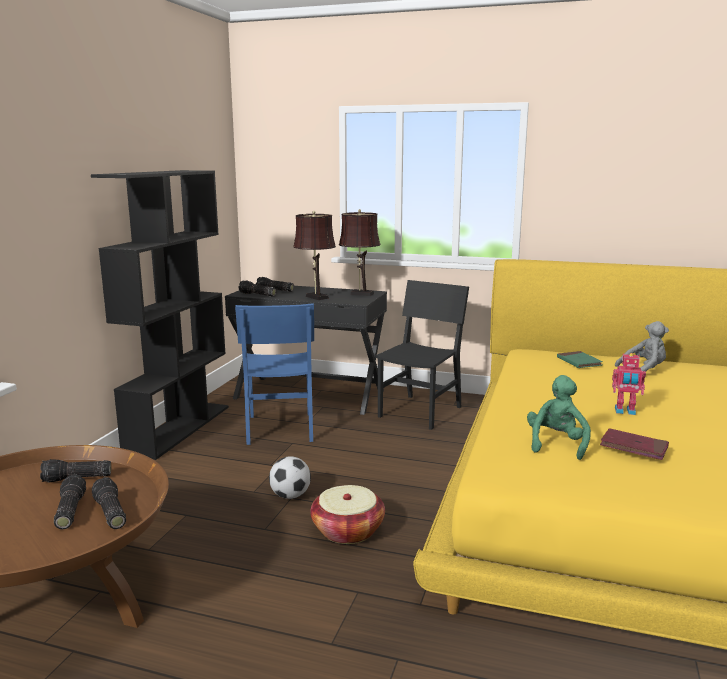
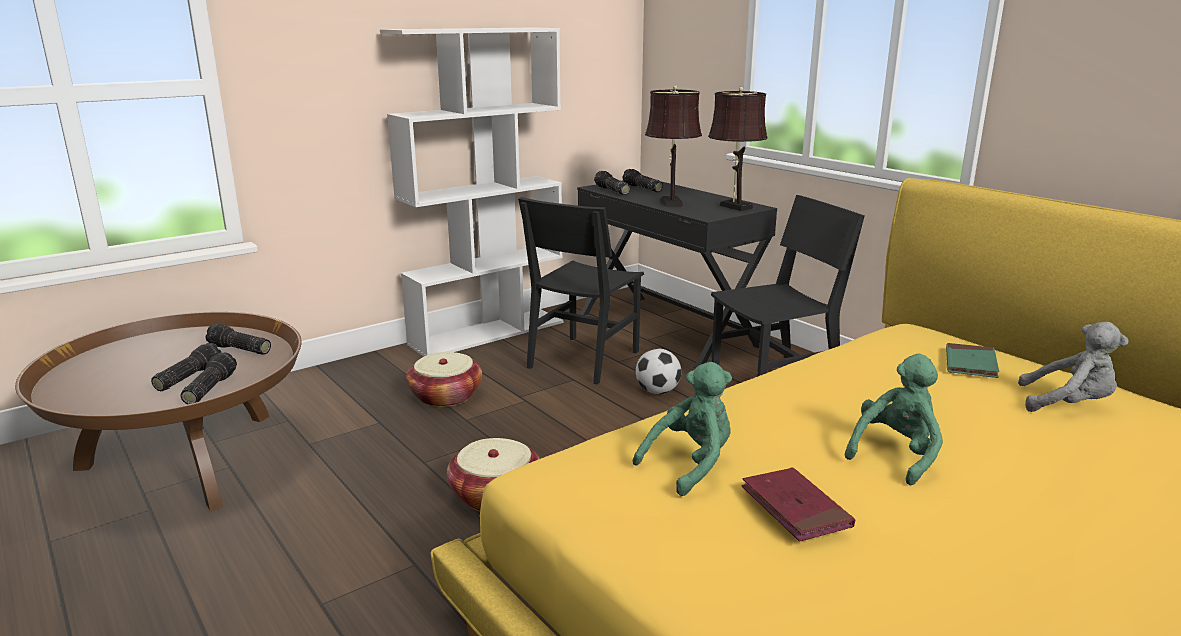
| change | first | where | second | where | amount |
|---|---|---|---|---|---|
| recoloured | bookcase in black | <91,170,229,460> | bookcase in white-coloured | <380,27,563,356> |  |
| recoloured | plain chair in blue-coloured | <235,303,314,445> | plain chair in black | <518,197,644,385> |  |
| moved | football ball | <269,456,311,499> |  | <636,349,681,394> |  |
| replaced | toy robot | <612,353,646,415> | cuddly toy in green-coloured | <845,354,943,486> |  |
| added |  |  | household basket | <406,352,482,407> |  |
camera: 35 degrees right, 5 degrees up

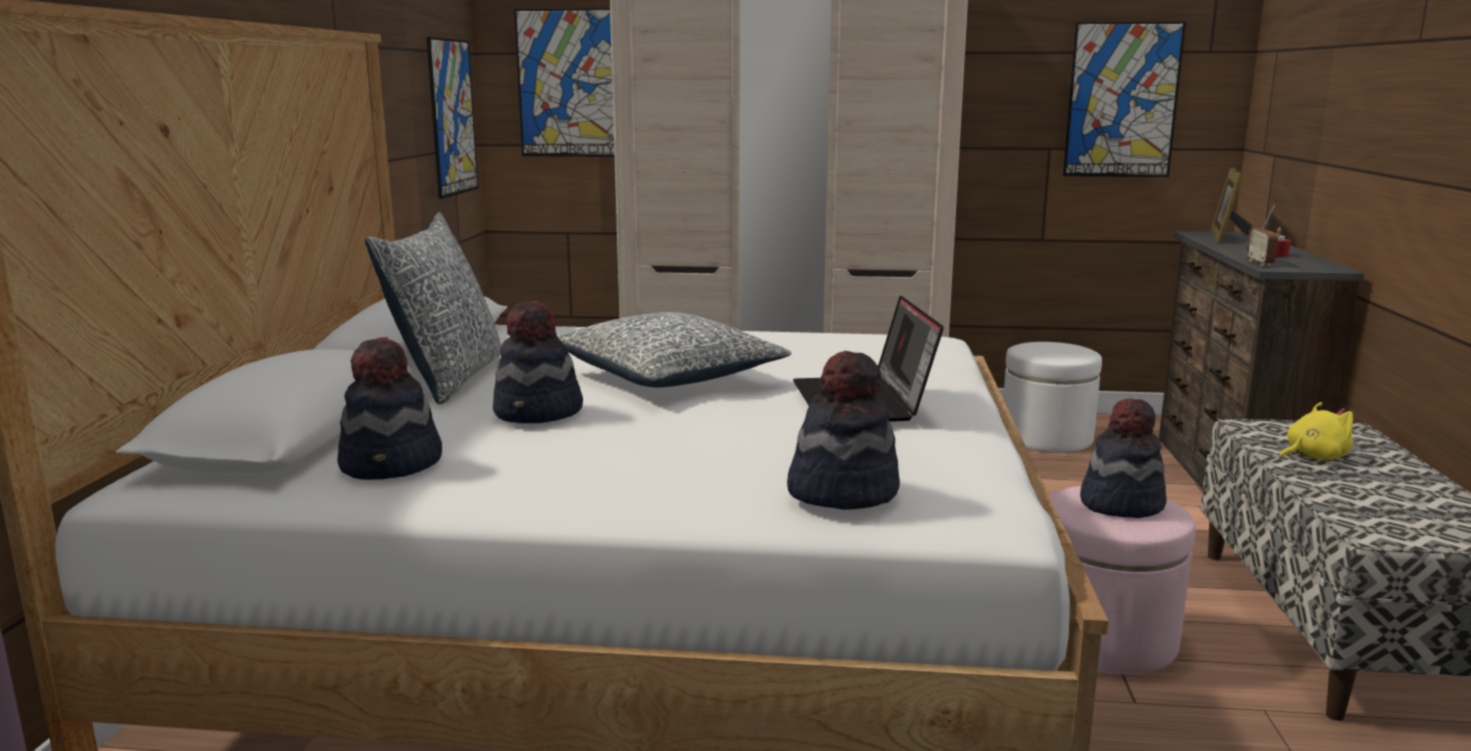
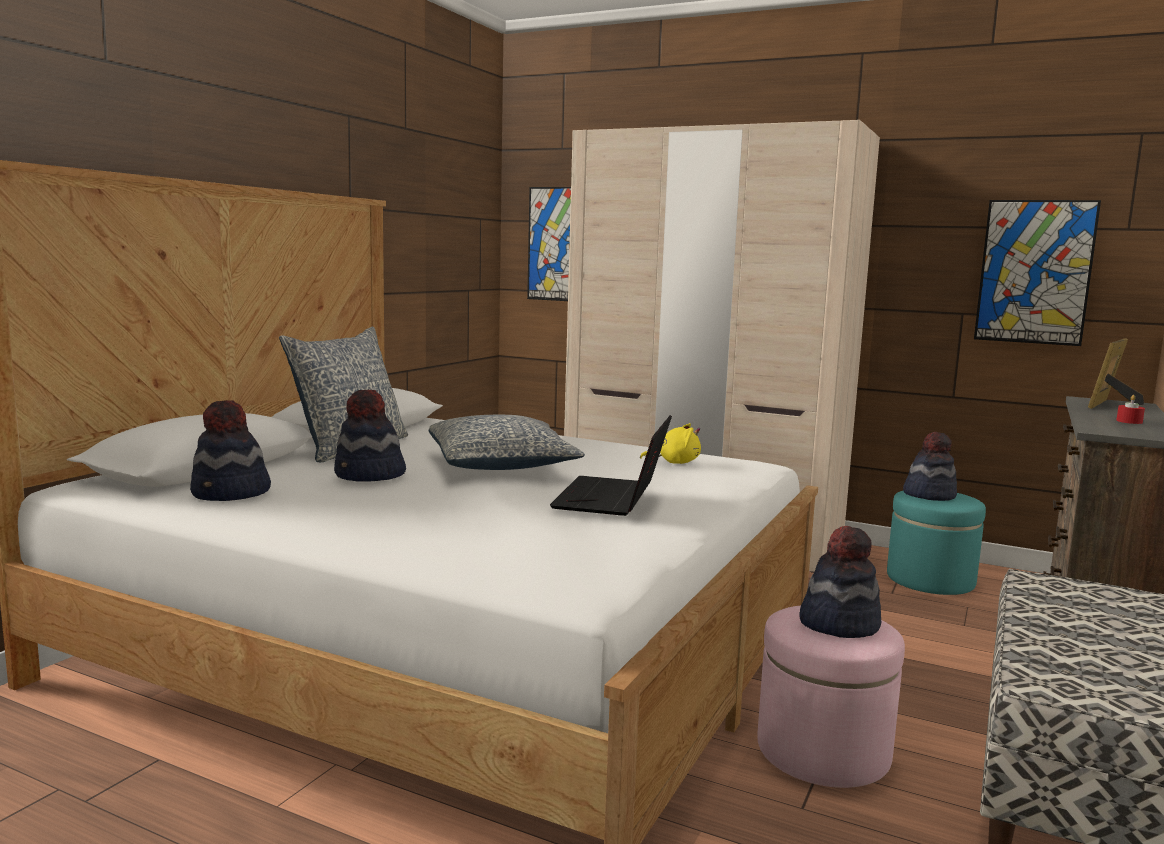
| change | first | where | second | where | amount |
|---|---|---|---|---|---|
| removed | wall art | <426,37,478,199> |  |  |  |
| moved | wearable hat | <787,351,900,510> |  | <903,432,957,501> |  |
| recoloured | pouffe in white-coloured | <1003,342,1102,453> | pouffe in turquoise | <887,491,986,595> |  |
| removed | radio receiver | <1246,206,1278,266> |  |  |  |
| moved | cuddly toy in yellow | <1279,402,1353,460> |  | <640,423,701,464> |  |
camera: 20 degrees right, 5 degrees down

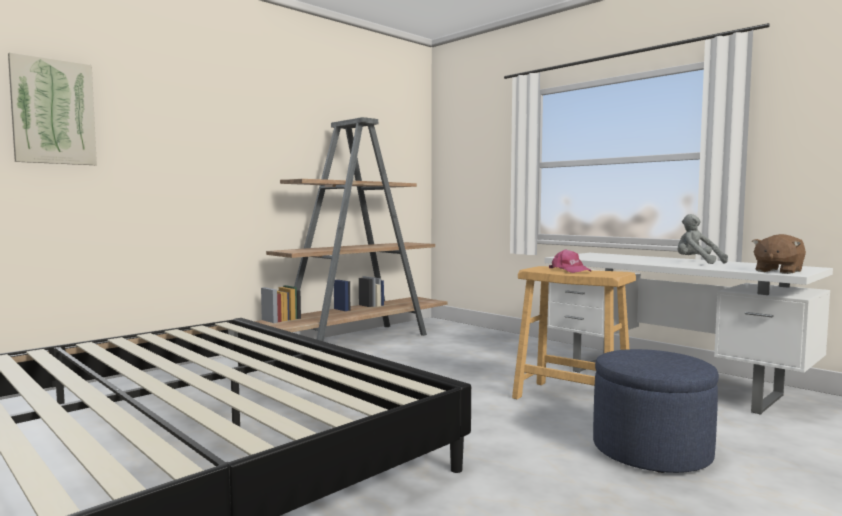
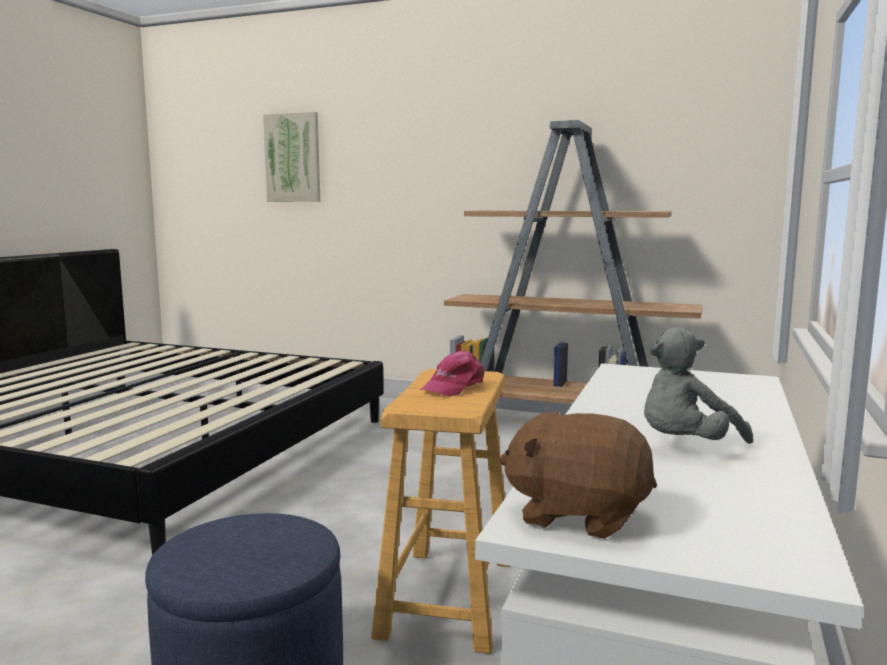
| change | first | where | second | where | amount |
|---|---|---|---|---|---|
| turned | cuddly toy in gray | <678,214,728,264> |  | <644,327,753,444> | 150 degrees counterclockwise |
camera: 65 degrees right, 5 degrees up

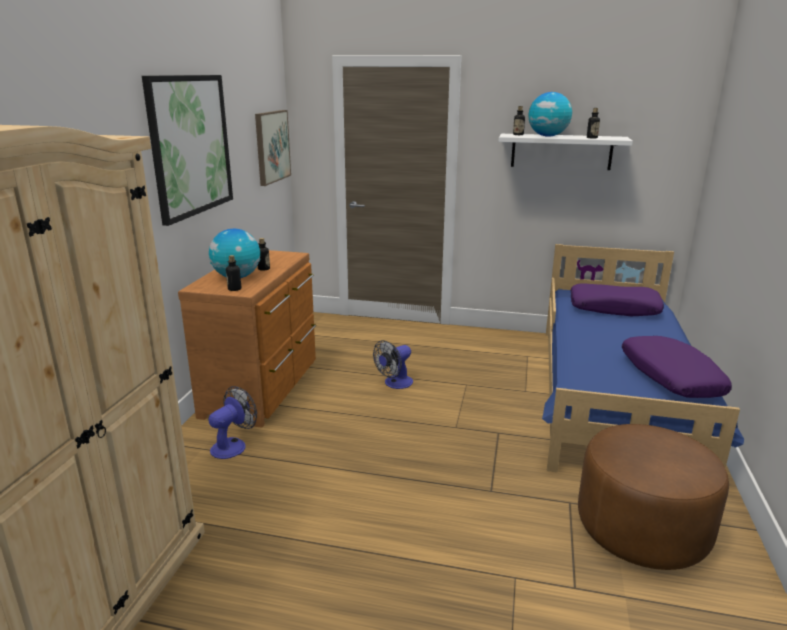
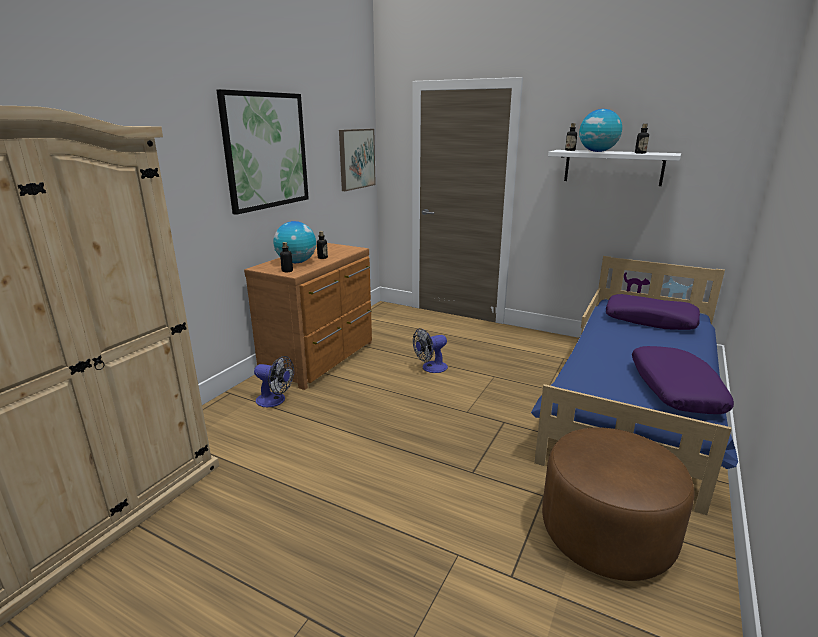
| change | first | where | second | where | amount |
|---|---|---|---|---|---|
| turned | electric fan | <208,386,257,459> |  | <254,356,294,407> | 60 degrees clockwise |
camera: 15 degrees right, 0 degrees up

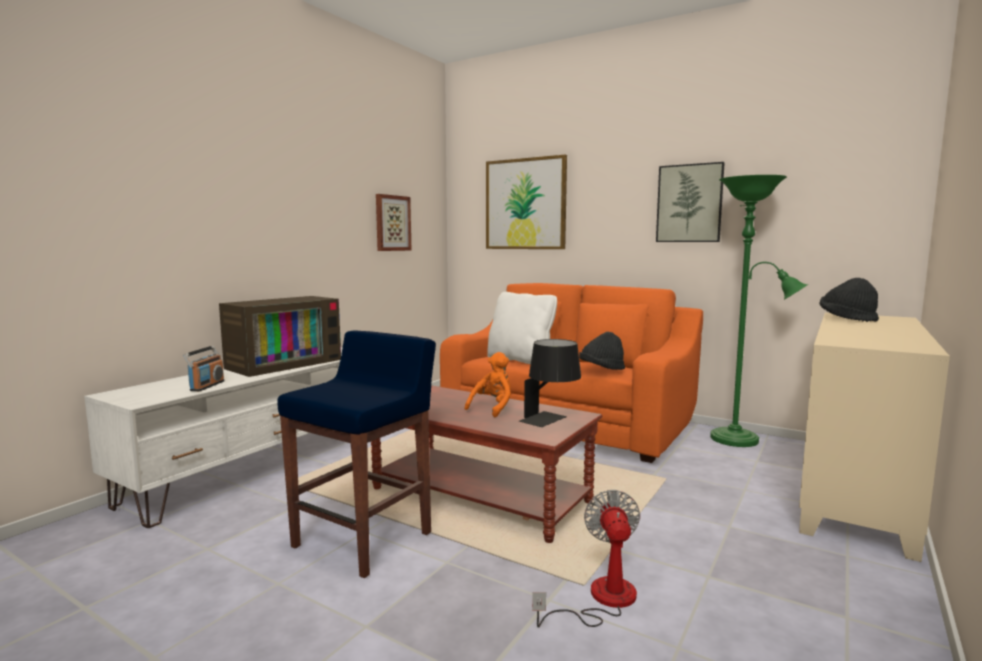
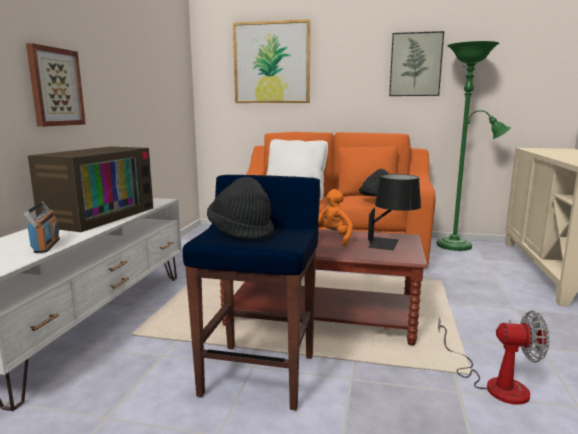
| change | first | where | second | where | amount |
|---|---|---|---|---|---|
| moved | wall art | <376,194,411,251> |  | <26,43,86,127> |  |
| turned | electric fan | <532,490,640,628> |  | <438,311,549,405> | 120 degrees clockwise |
| moved | wearable hat in black | <819,278,879,322> |  | <207,177,274,240> |  |
camera: 20 degrees left, 5 degrees up

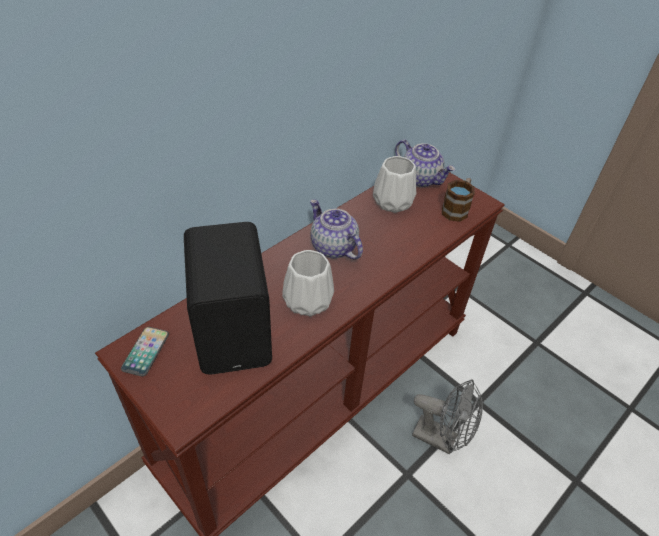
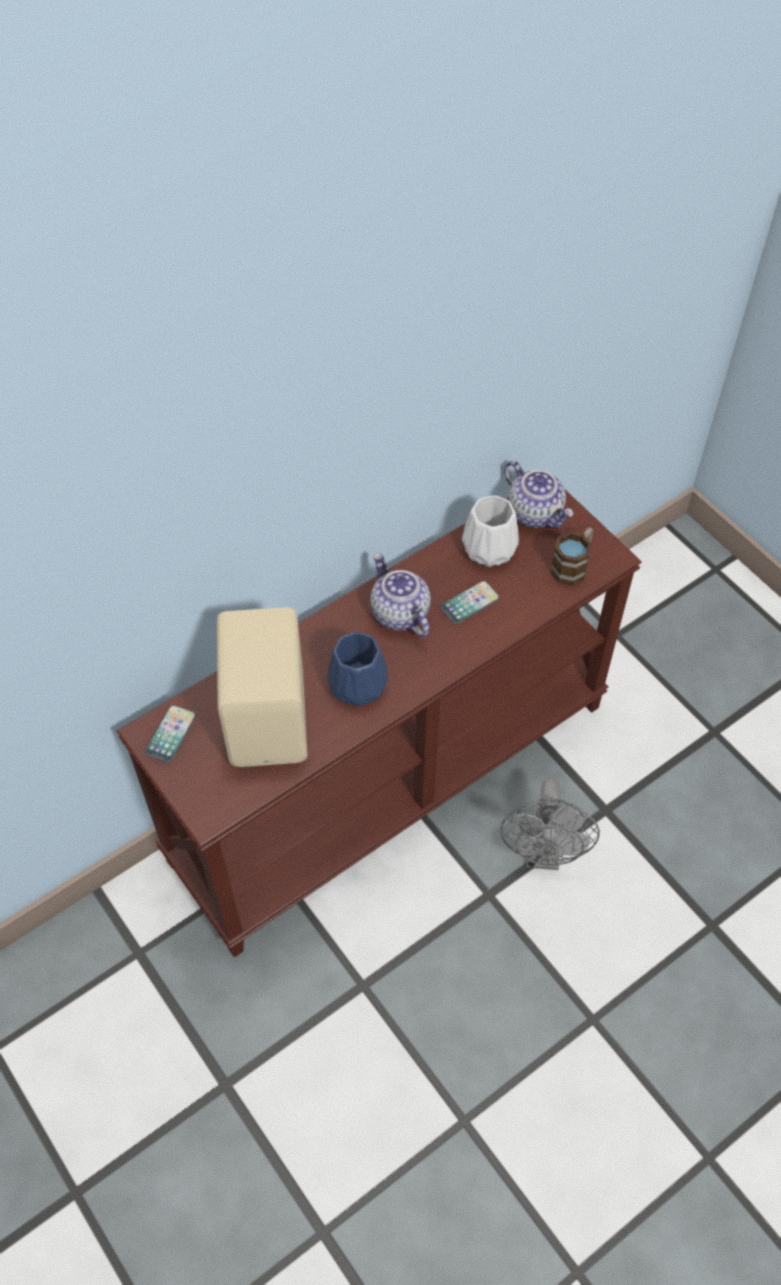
| change | first | where | second | where | amount |
|---|---|---|---|---|---|
| recoloured | audio speaker in black | <184,222,272,374> | audio speaker in beige-coloured | <217,607,307,767> |  |
| recoloured | vase in white-coloured | <282,250,334,316> | vase in blue-coloured | <327,632,389,706> |  |
| turned | electric fan in gray | <412,379,483,455> |  | <500,778,600,870> | 60 degrees clockwise |
| added |  |  | handset | <440,581,500,624> |  |
camera: 10 degrees right, 10 degrees up

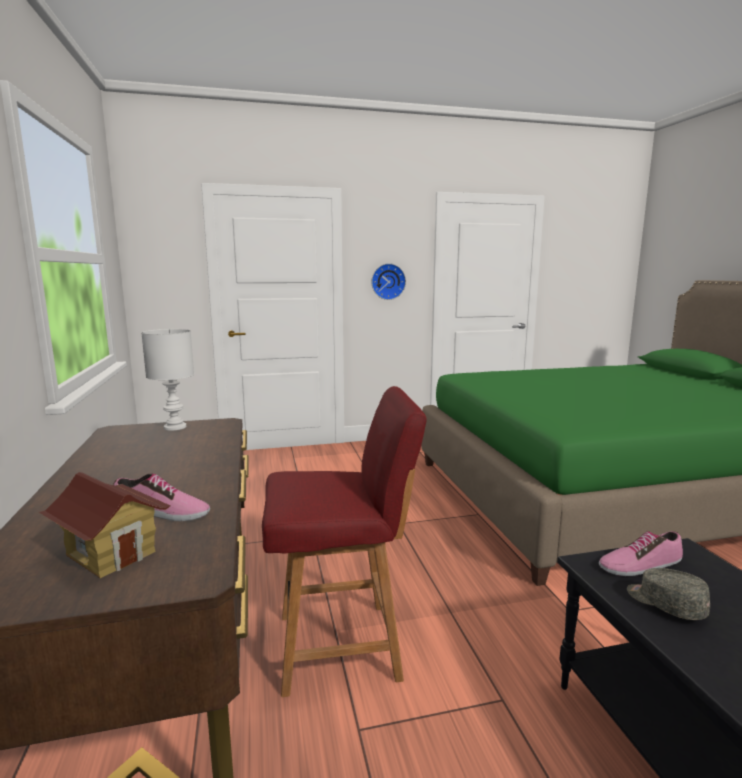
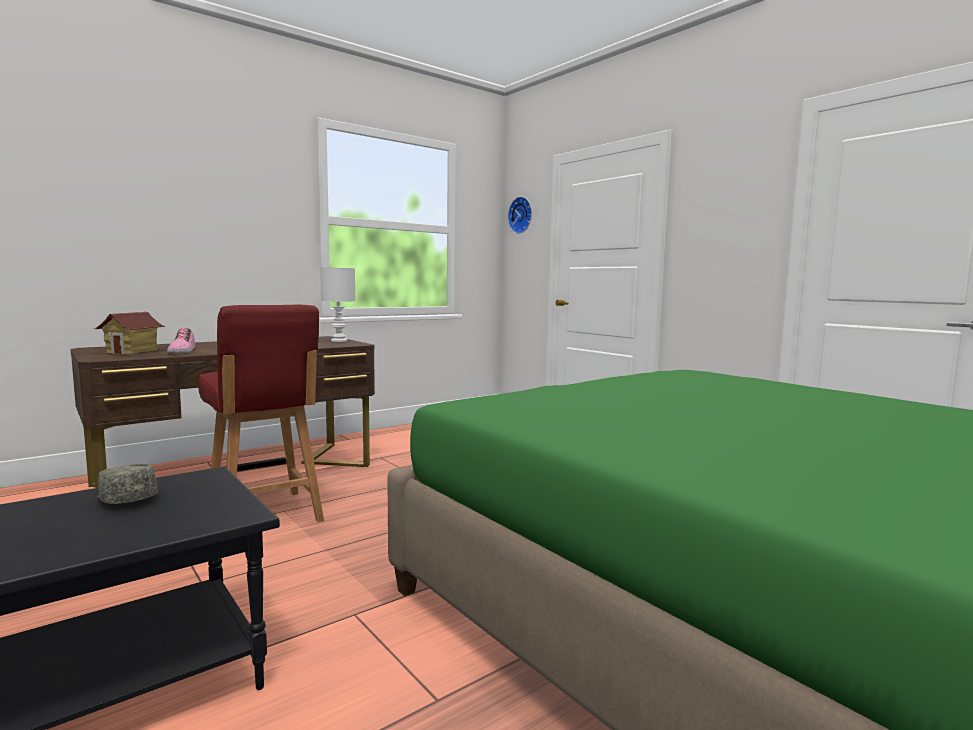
| change | first | where | second | where | amount |
|---|---|---|---|---|---|
| moved | hanging clock | <371,263,406,300> |  | <508,197,532,234> |  |
| removed | shoe | <599,531,683,576> |  |  |  |
| turned | peaked cap in gray | <627,568,710,620> |  | <97,464,158,504> | 75 degrees counterclockwise |
camera: 65 degrees right, 5 degrees down

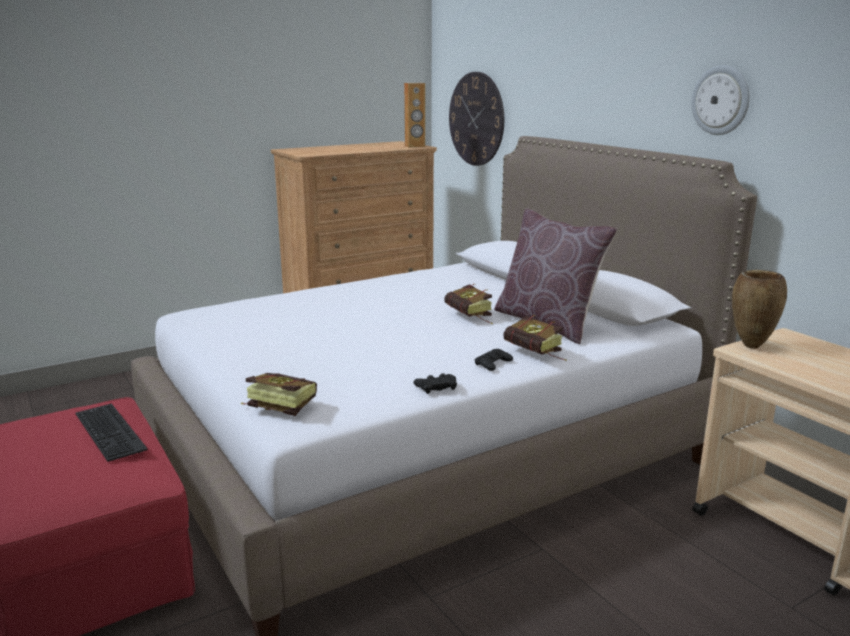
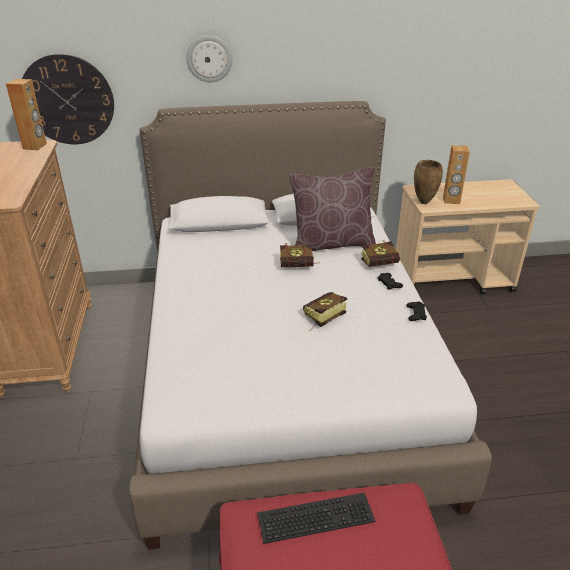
| change | first | where | second | where | amount |
|---|---|---|---|---|---|
| moved | book | <240,373,317,416> |  | <303,292,347,331> |  |
| moved | hanging clock | <692,65,750,135> |  | <186,35,232,82> |  |
| added |  |  | audio speaker in brown | <443,145,470,204> |  |
camera: 65 degrees left, 15 degrees up

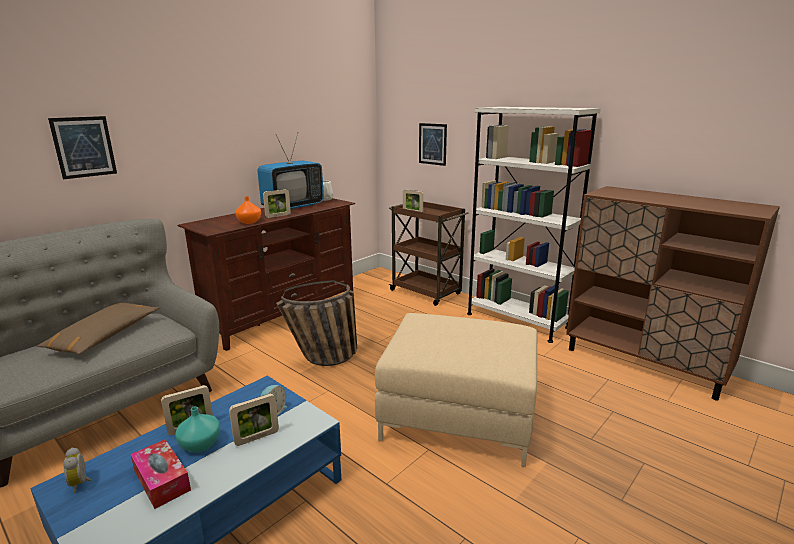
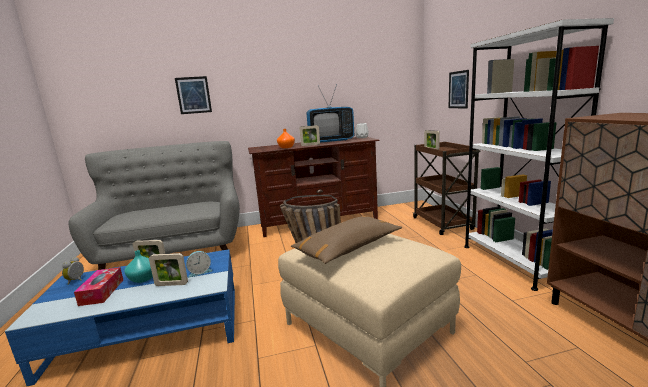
| change | first | where | second | where | amount |
|---|---|---|---|---|---|
| moved | throw pillow in brown | <37,303,159,354> |  | <291,216,402,264> |  |
camera: 35 degrees right, 5 degrees down

